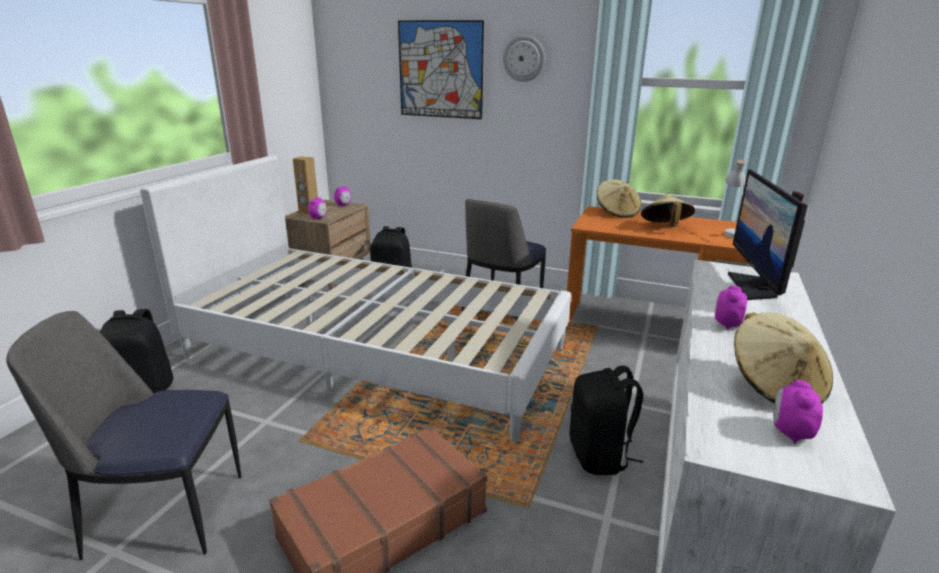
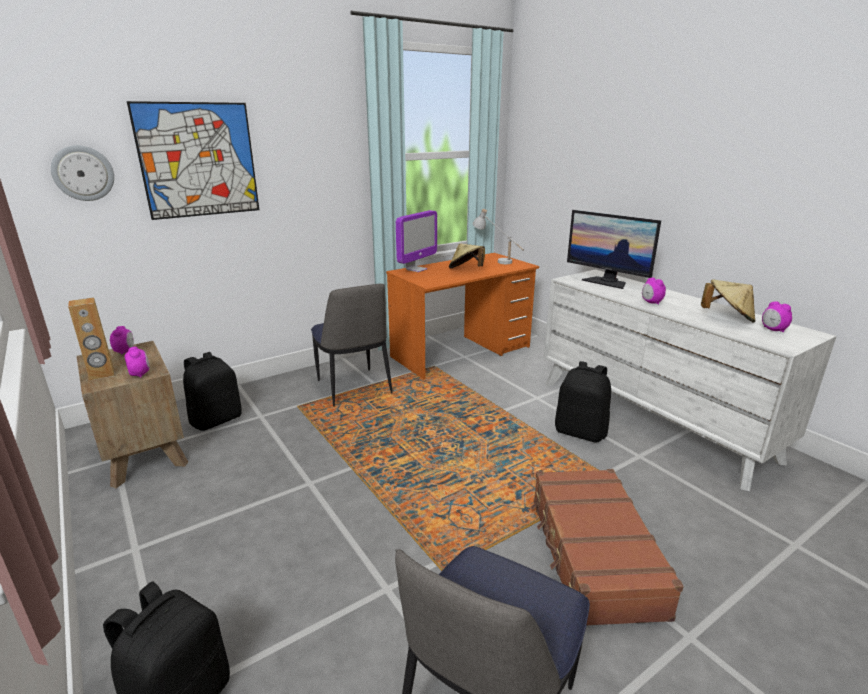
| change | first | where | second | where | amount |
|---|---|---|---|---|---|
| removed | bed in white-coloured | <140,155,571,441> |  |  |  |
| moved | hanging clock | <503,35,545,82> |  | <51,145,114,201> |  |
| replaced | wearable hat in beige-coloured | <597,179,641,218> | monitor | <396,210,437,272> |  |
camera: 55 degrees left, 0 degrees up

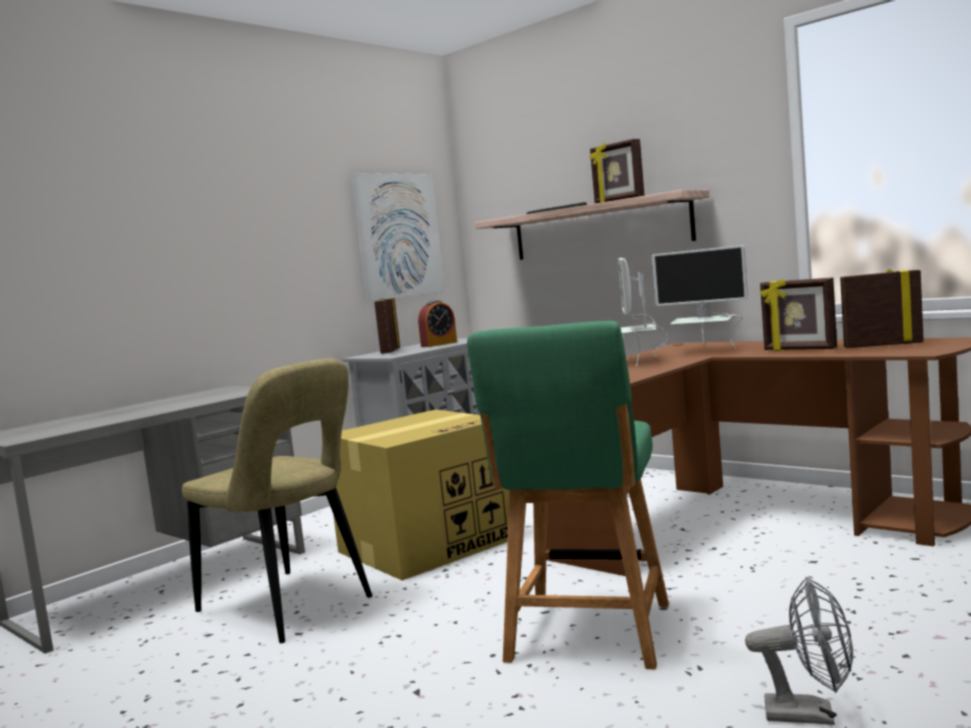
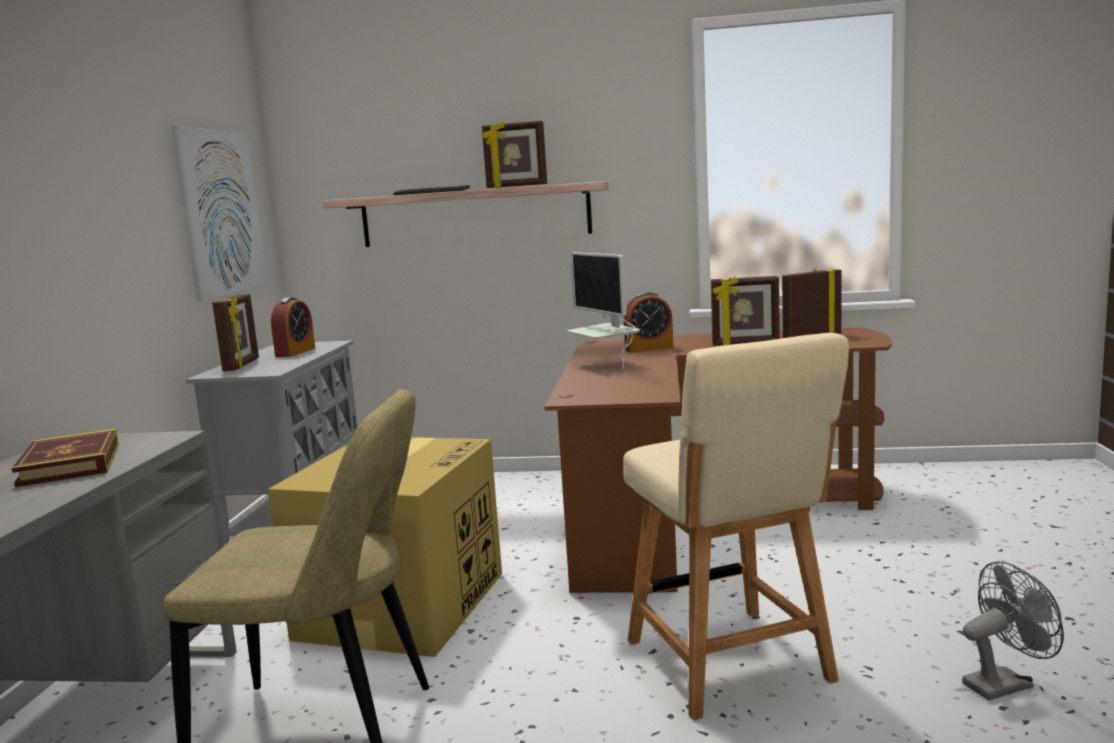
| change | first | where | second | where | amount |
|---|---|---|---|---|---|
| turned | picture frame | <374,297,400,354> |  | <212,294,259,371> | 150 degrees counterclockwise |
| recoloured | plain chair in green-coloured | <467,321,669,670> | plain chair in beige-coloured | <623,333,849,720> |  |
| replaced | monitor | <652,245,748,350> | bedside clock | <624,292,673,352> |  |
| added |  |  | book | <11,429,119,488> |  |
camera: 35 degrees left, 5 degrees up

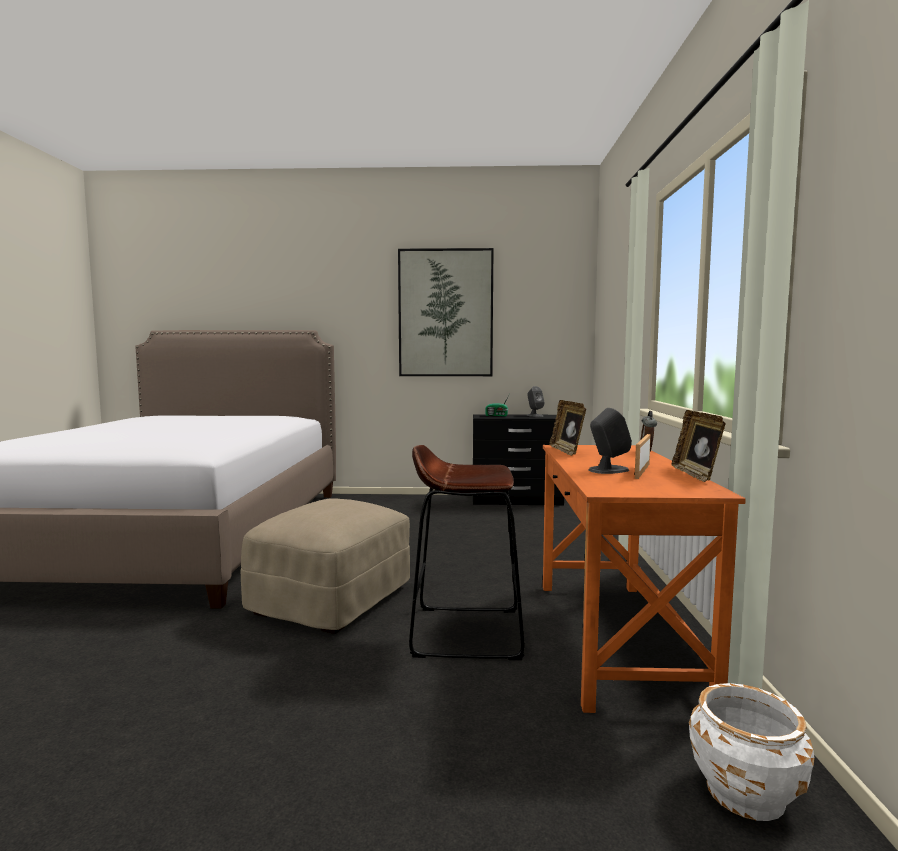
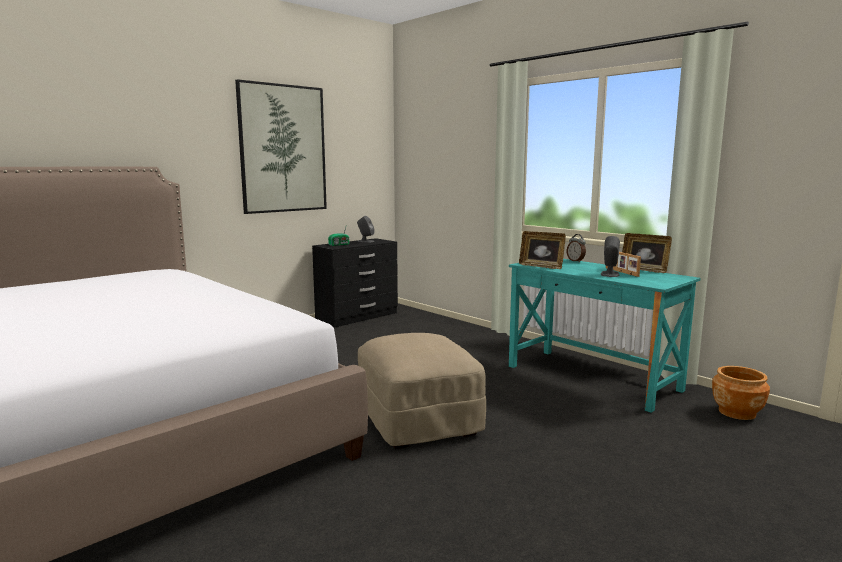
| change | first | where | second | where | amount |
|---|---|---|---|---|---|
| removed | sitting stool in brown | <409,445,525,660> |  |  |  |
| recoloured | desk in orange | <543,445,746,713> | desk in turquoise | <509,259,700,413> |  |
| recoloured | flower pot in white-coloured | <689,683,815,821> | flower pot in brown | <712,366,770,420> |  |
camera: 45 degrees left, 5 degrees up

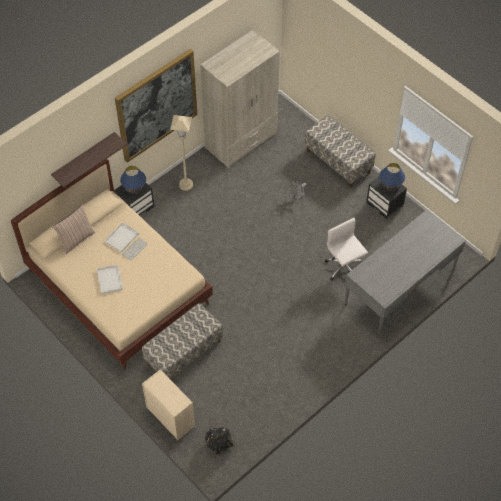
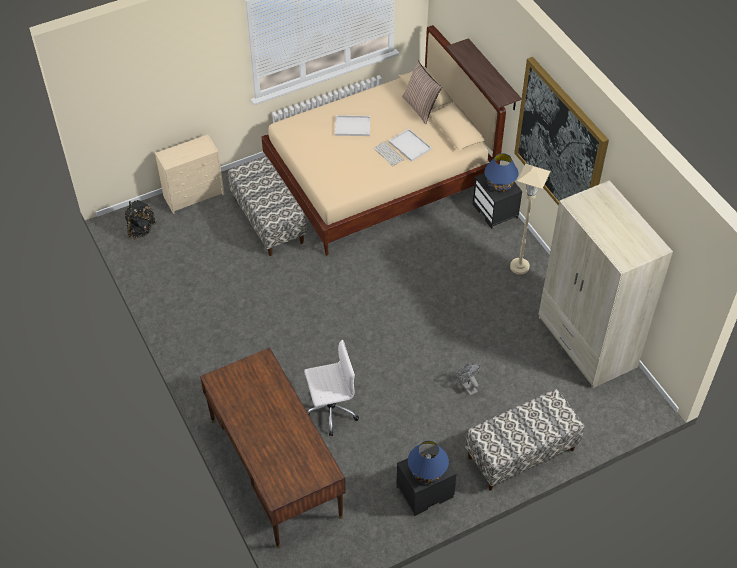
| change | first | where | second | where | amount |
|---|---|---|---|---|---|
| recoloured | desk in gray | <344,209,466,335> | desk in brown | <200,348,346,548> |  |
camera: 105 degrees right, 5 degrees down

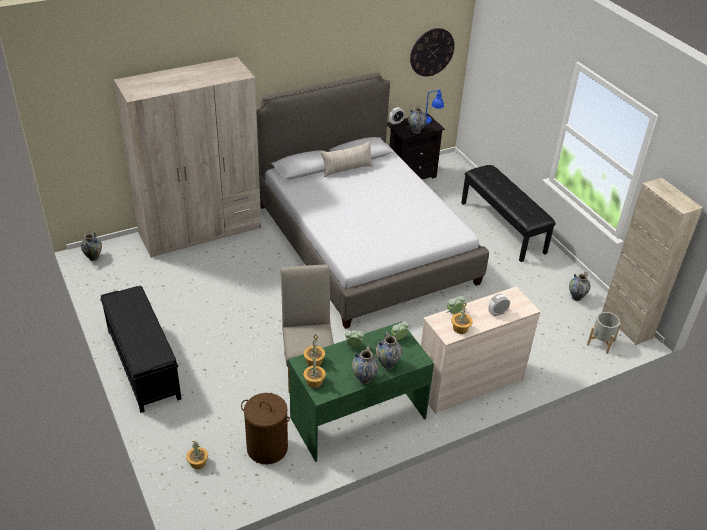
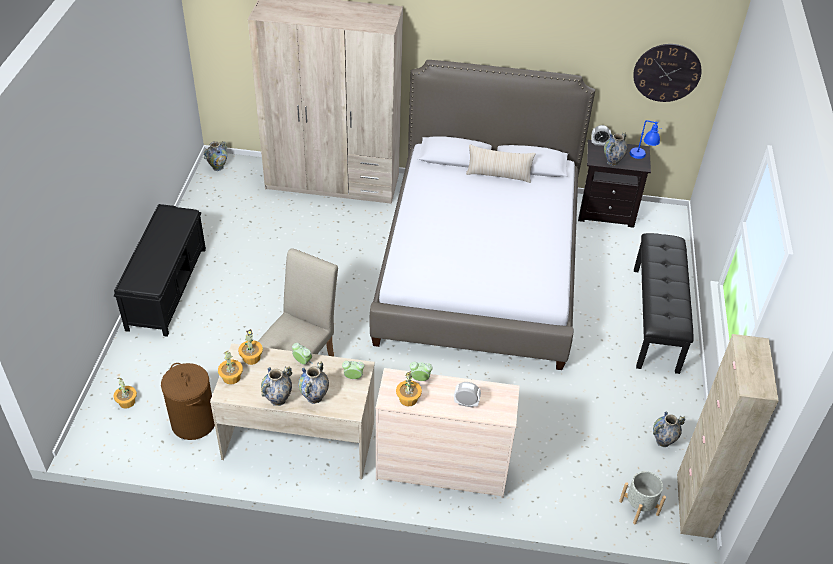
| change | first | where | second | where | amount |
|---|---|---|---|---|---|
| recoloured | desk in green-coloured | <288,321,434,462> | desk in beige-coloured | <210,343,375,479> |  |
camera: 35 degrees right, 5 degrees up

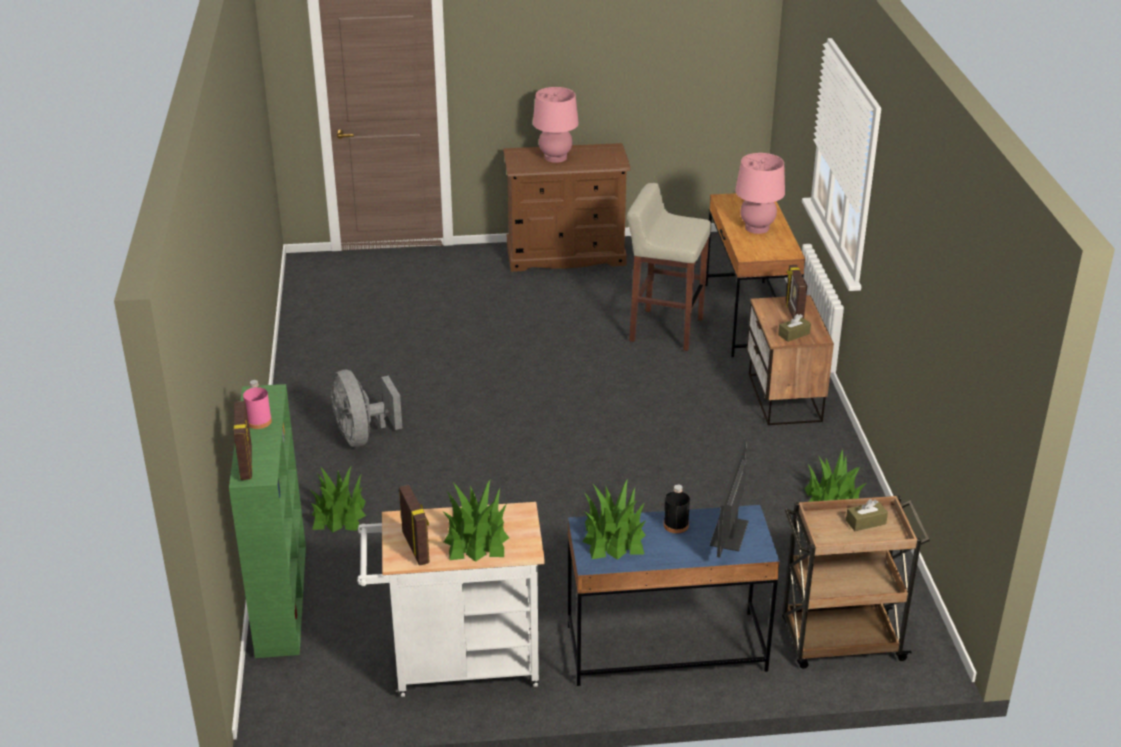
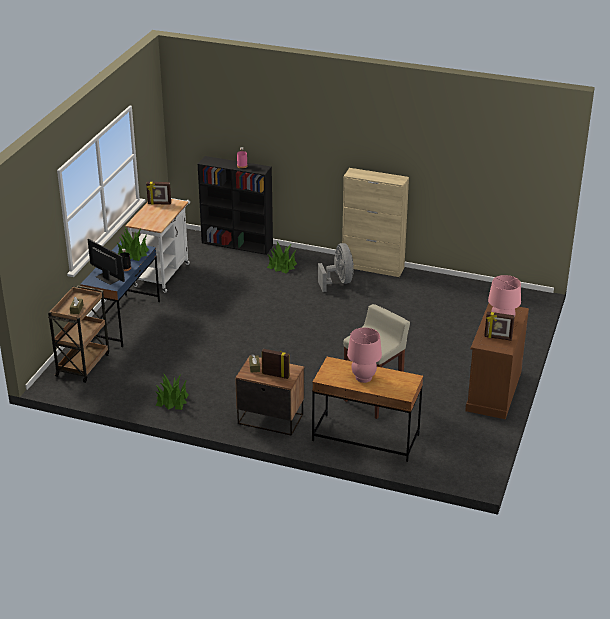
| change | first | where | second | where | amount |
|---|---|---|---|---|---|
| recoloured | bookcase in green-coloured | <229,384,306,658> | bookcase in black | <198,156,273,255> |  |
| moved | picture frame | <234,401,252,480> |  | <484,312,515,341> |  |
| turned | electric fan in gray | <331,370,402,447> |  | <318,243,354,292> | 75 degrees clockwise |
| removed | plant in a pot | <444,480,509,562> |  |  |  |
| added |  |  | cupboard in beige-coloured | <342,168,409,277> |  |
camera: 115 degrees right, 0 degrees up

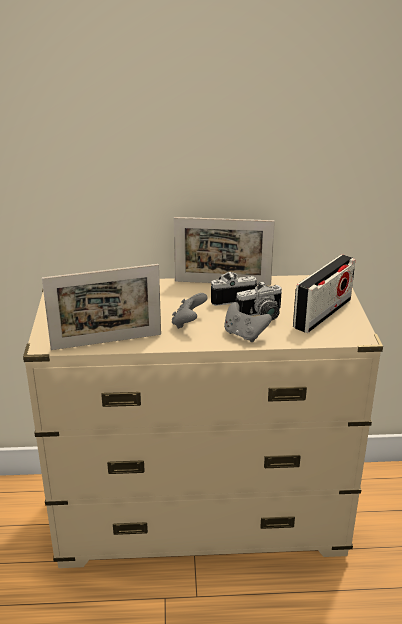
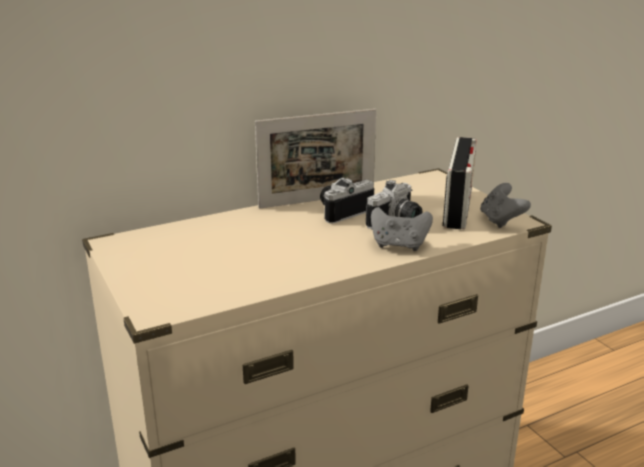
| change | first | where | second | where | amount |
|---|---|---|---|---|---|
| removed | picture frame | <42,264,161,350> |  |  |  |
| moved | gamepad in gray | <172,293,208,329> |  | <480,183,531,228> |  |
camera: 25 degrees left, 5 degrees down

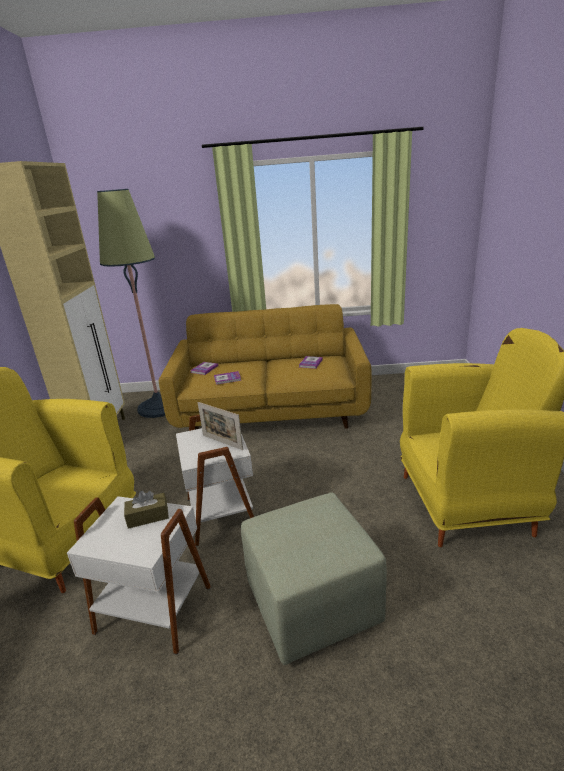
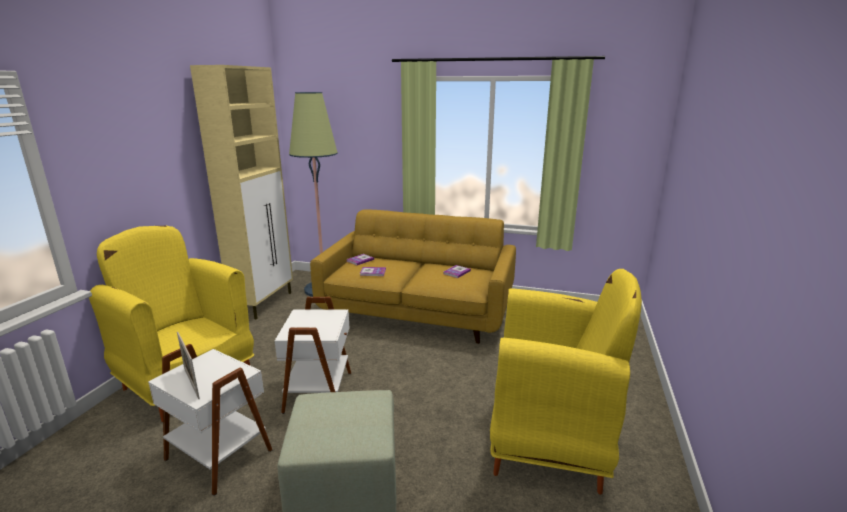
| change | first | where | second | where | amount |
|---|---|---|---|---|---|
| removed | box of tissues in brown | <124,491,169,529> |  |  |  |
| moved | picture frame | <197,402,243,450> |  | <177,332,200,399> |  |
camera: 15 degrees right, 5 degrees down

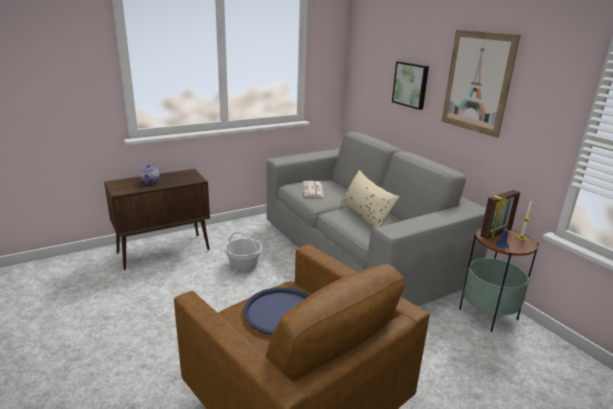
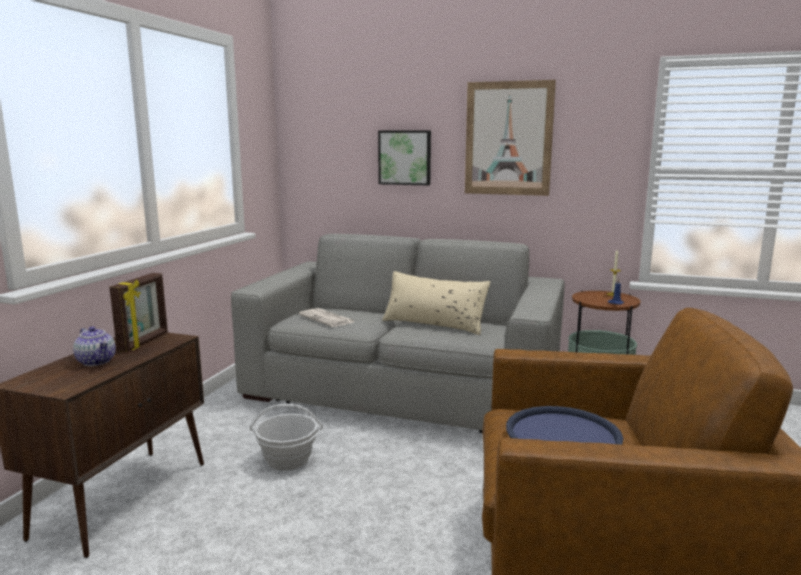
| change | first | where | second | where | amount |
|---|---|---|---|---|---|
| moved | picture frame | <480,190,520,239> |  | <109,273,168,352> |  |
camera: 40 degrees left, 10 degrees down

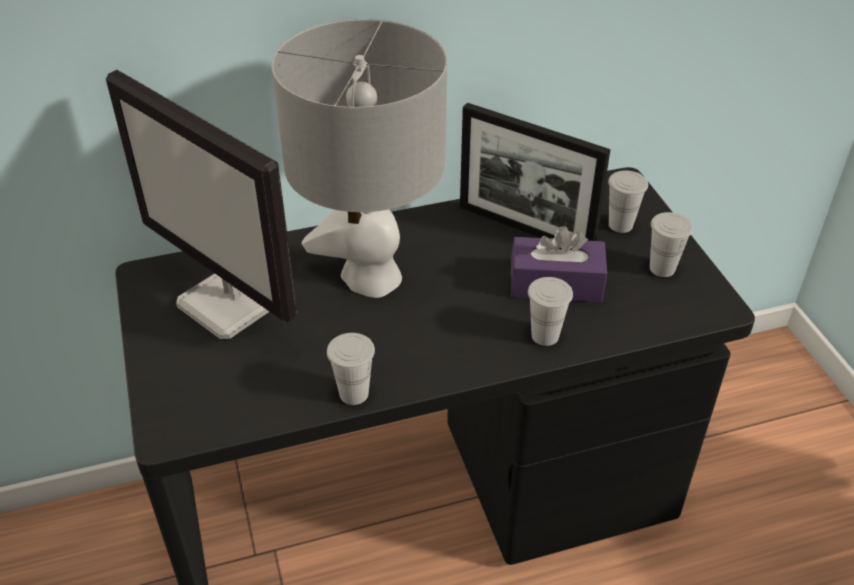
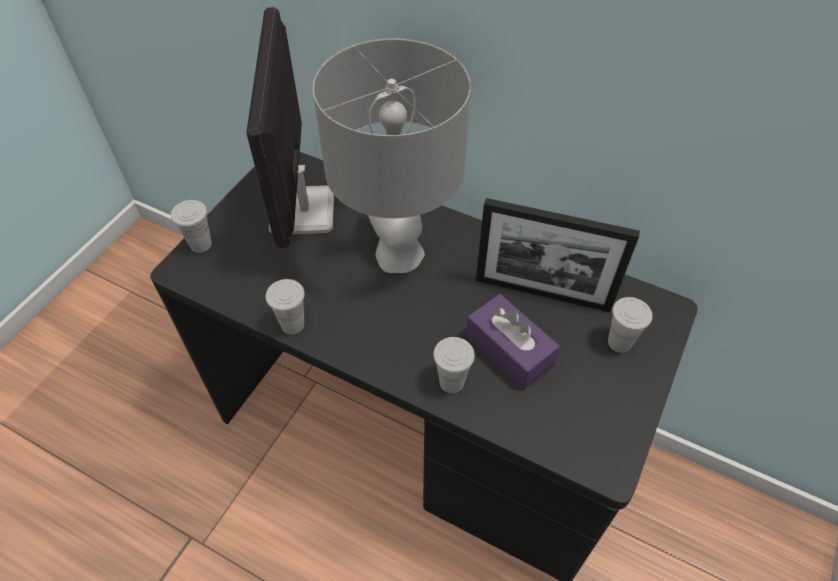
| change | first | where | second | where | amount |
|---|---|---|---|---|---|
| turned | picture frame | <460,103,611,241> |  | <476,198,640,312> | 60 degrees counterclockwise |
| moved | cup in white-coloured | <650,212,693,277> |  | <171,200,212,253> |  |
camera: 45 degrees right, 10 degrees up

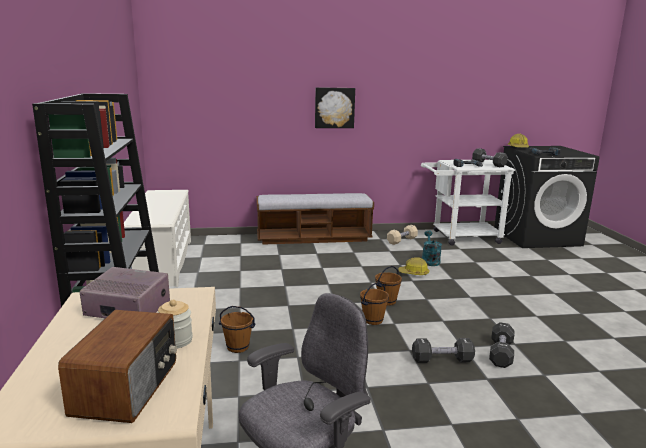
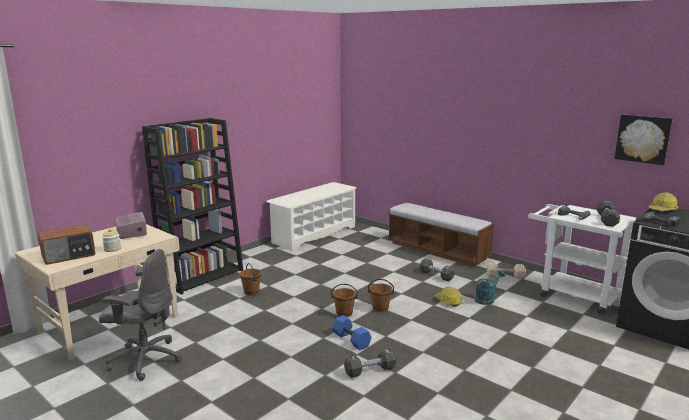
| change | first | where | second | where | amount |
|---|---|---|---|---|---|
| moved | wall art | <315,87,355,128> |  | <614,114,673,165> |  |
| moved | hand weight in black | <412,338,475,363> |  | <420,258,455,281> |  |
| added |  |  | hand weight in blue-coloured | <332,315,372,350> |  |
camera: 50 degrees right, 0 degrees up

